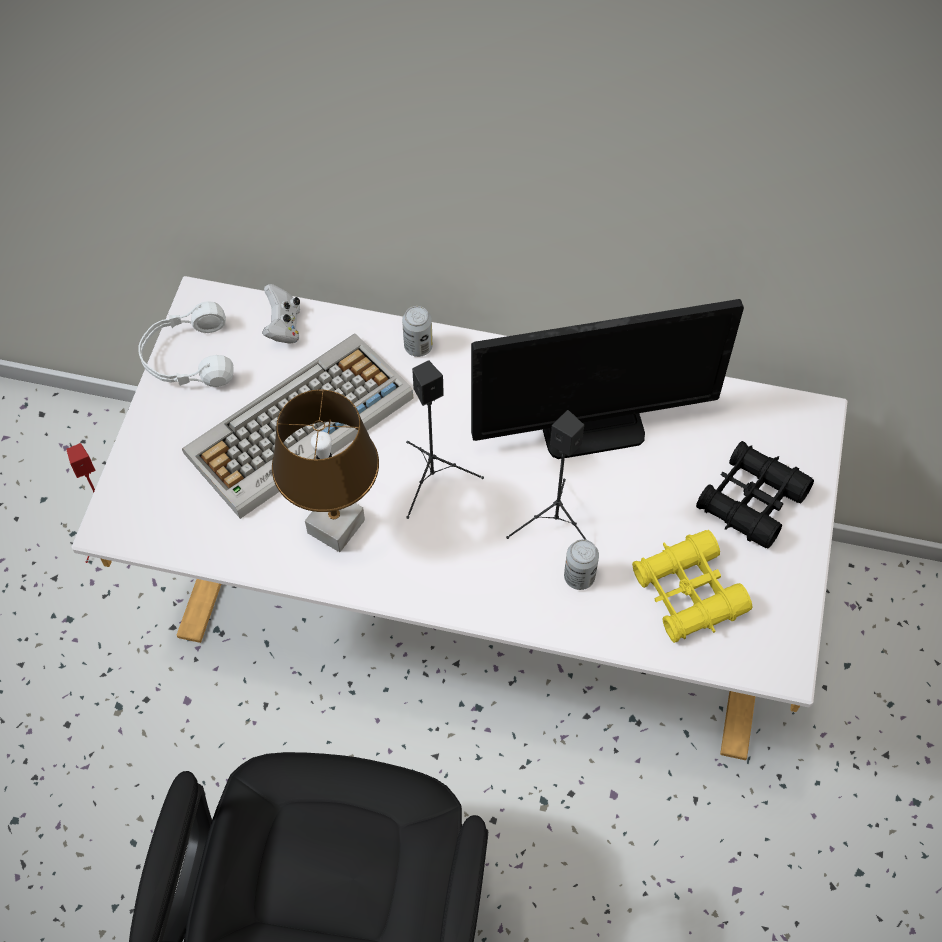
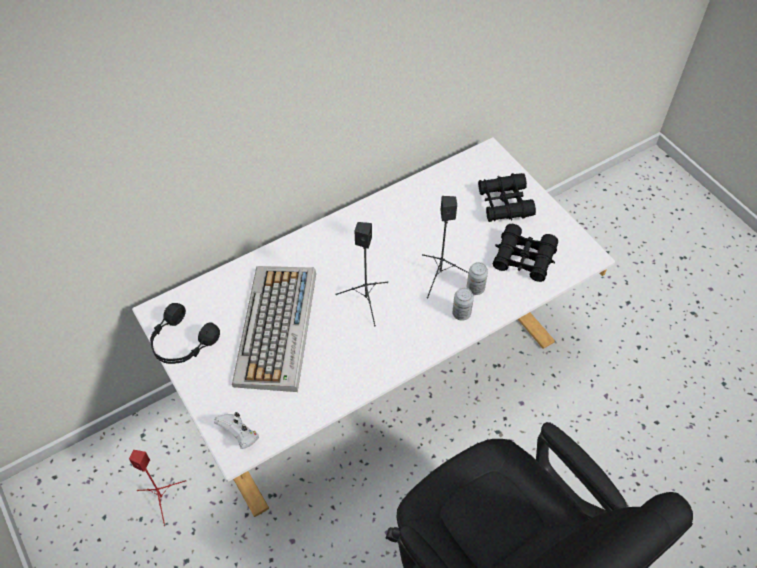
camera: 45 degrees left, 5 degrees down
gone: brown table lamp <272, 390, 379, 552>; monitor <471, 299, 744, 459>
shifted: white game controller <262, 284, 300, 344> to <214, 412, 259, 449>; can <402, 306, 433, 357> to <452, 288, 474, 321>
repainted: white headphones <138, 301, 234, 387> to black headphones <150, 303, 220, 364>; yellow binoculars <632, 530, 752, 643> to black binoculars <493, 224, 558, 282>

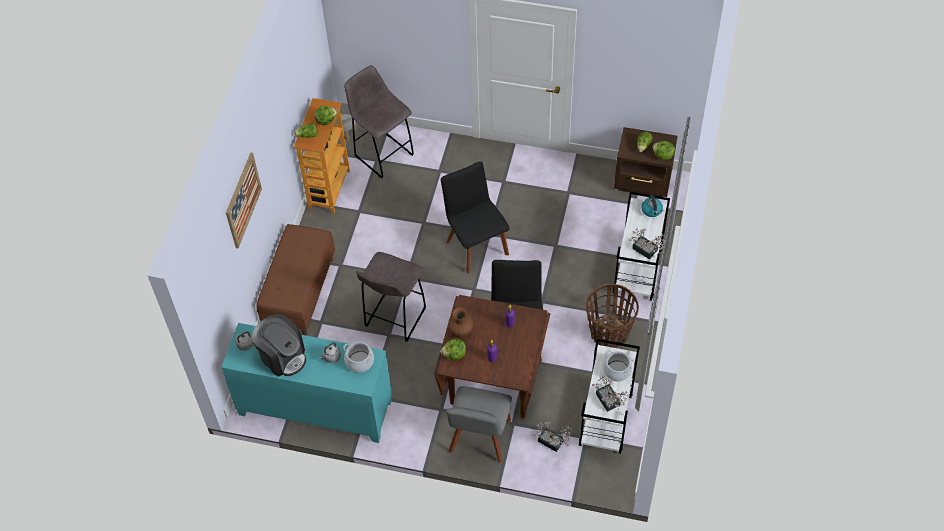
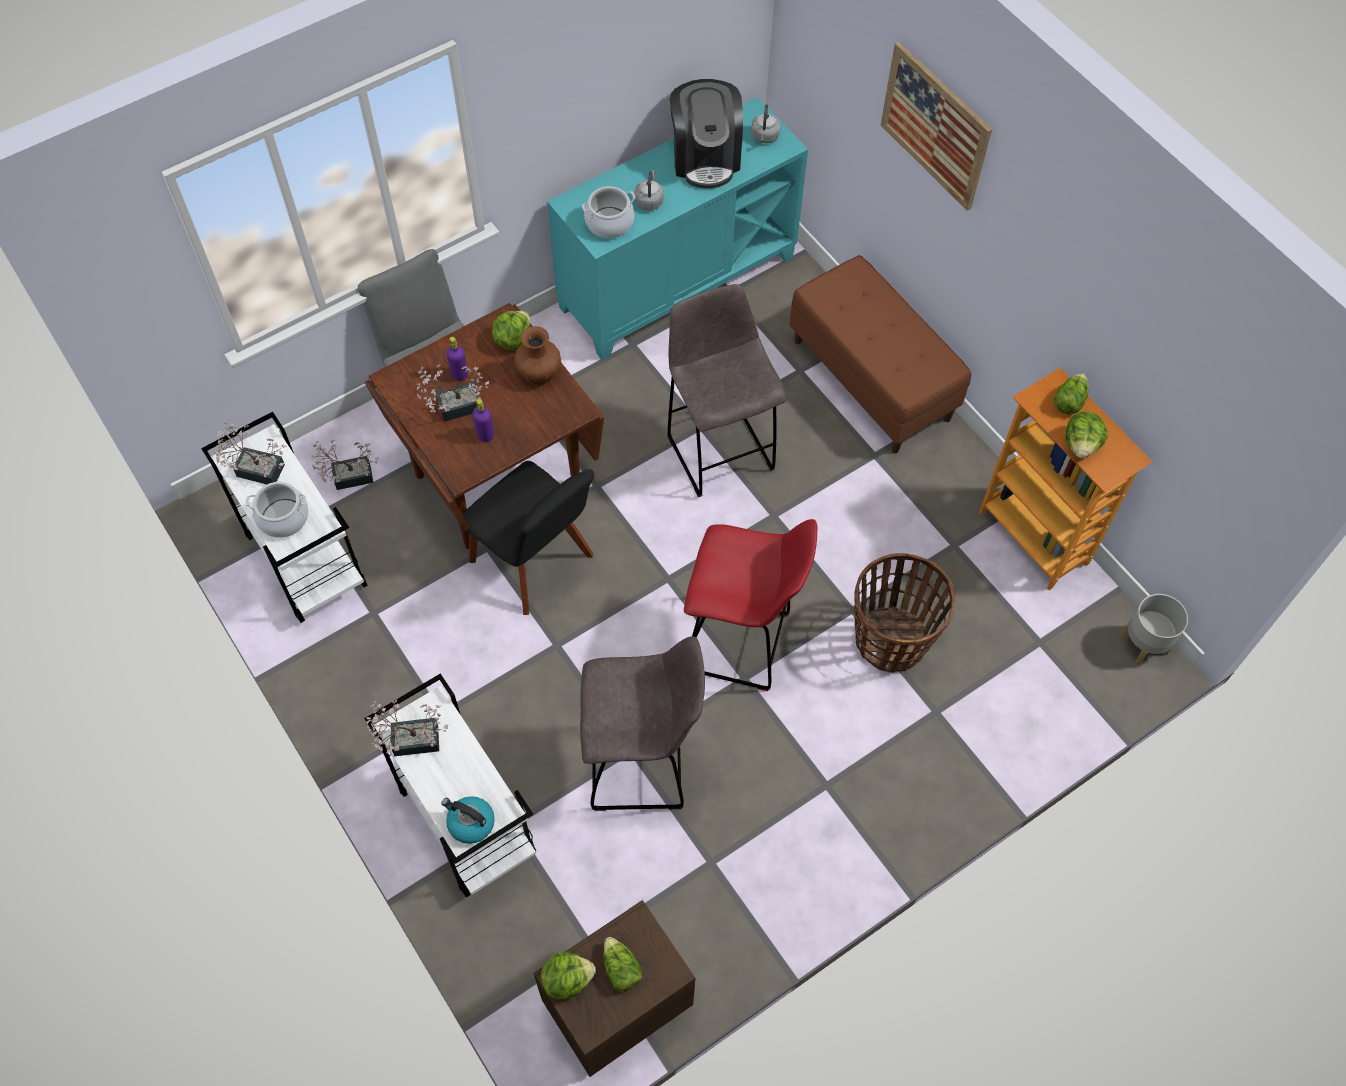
camera: 130 degrees right, 5 degrees up
new: potted plant <416, 364, 489, 422>
shifted: grey stool <344, 65, 414, 179> to <580, 636, 705, 811>; basket <586, 284, 639, 348> to <854, 553, 955, 673>
swapped: black chair <441, 161, 510, 273> to red stool <684, 519, 818, 691>
rotated: coffee machine <252, 314, 306, 377> = <670, 79, 743, 189> 90 degrees counterclockwise

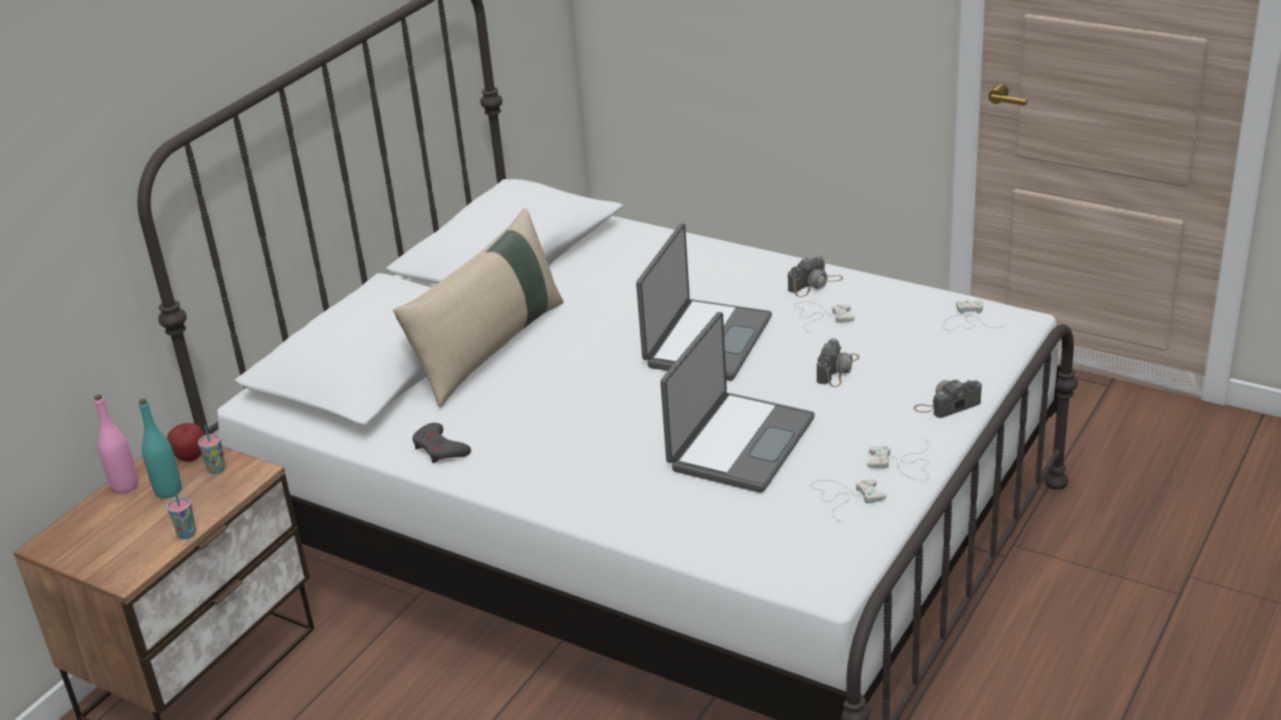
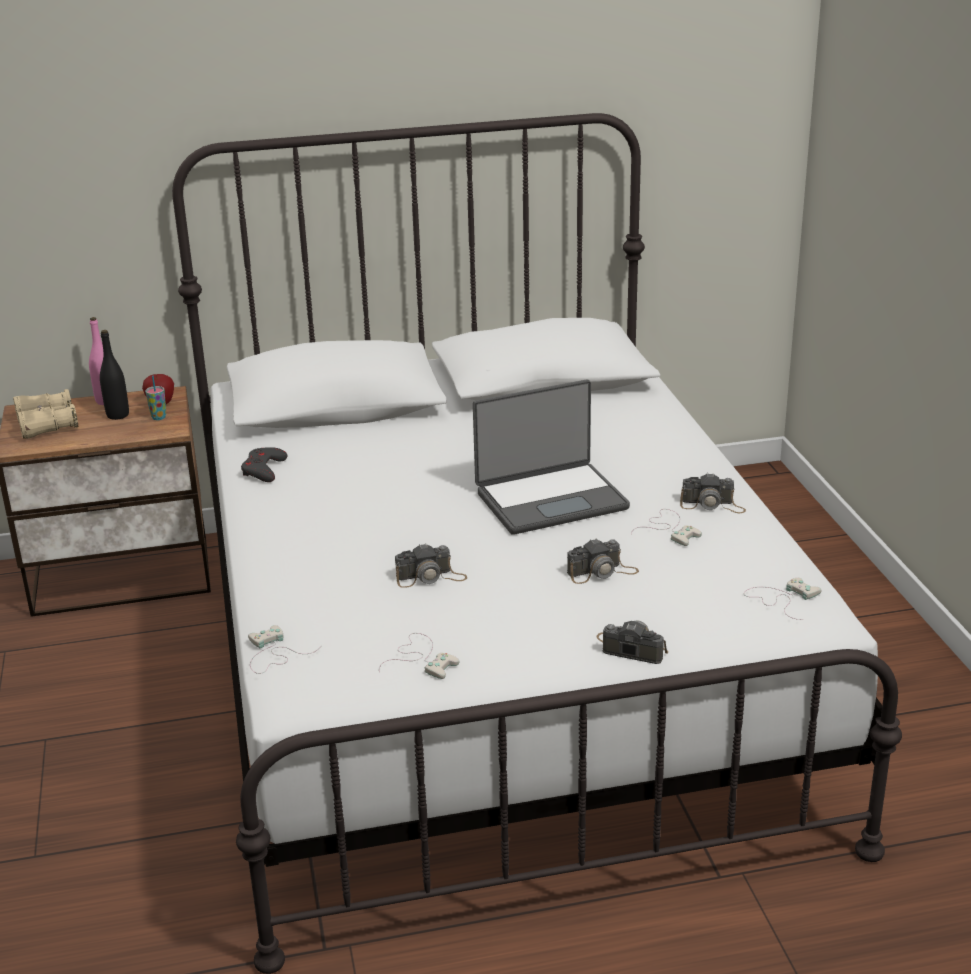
camera: 45 degrees right, 5 degrees down
gone: cup <167, 489, 196, 539>; beige pillow <393, 208, 564, 408>
new: beige binoculars <13, 389, 78, 439>
shifted: white game controller <867, 439, 929, 480> to <248, 625, 322, 674>
swapped: laptop <660, 312, 815, 493> to photo camera <395, 543, 467, 588>
repainted: turquoise bottle <139, 398, 181, 498> to black bottle <100, 330, 129, 420>

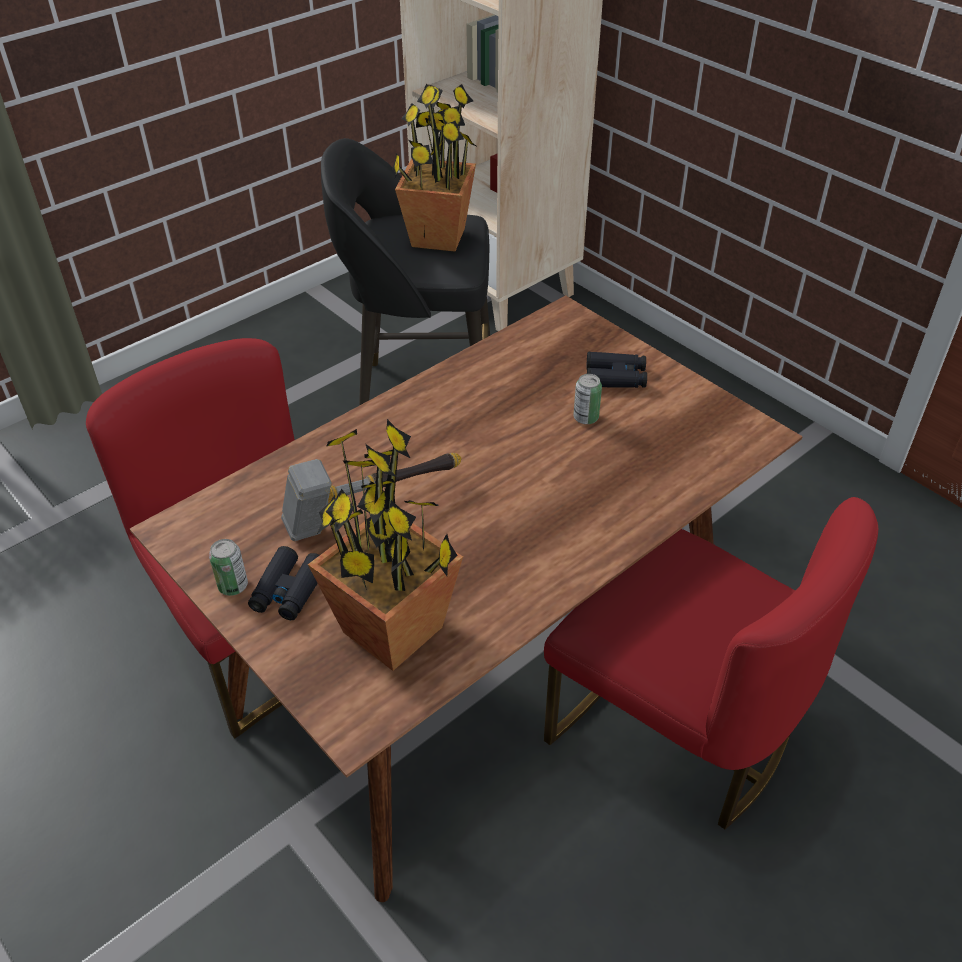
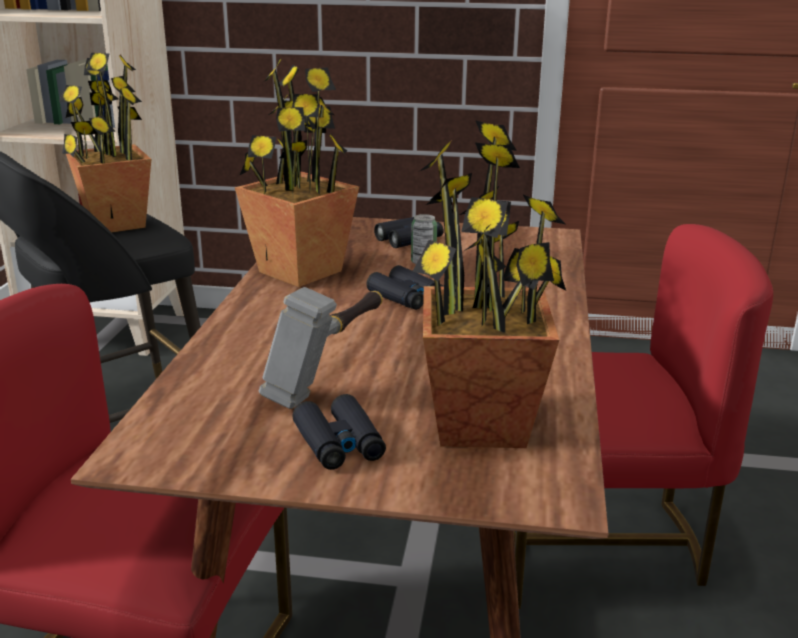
camera: 40 degrees left, 20 degrees down
gone: can <209, 539, 248, 596>
new: potted plant <235, 58, 359, 287>; black binoculars <366, 265, 444, 310>

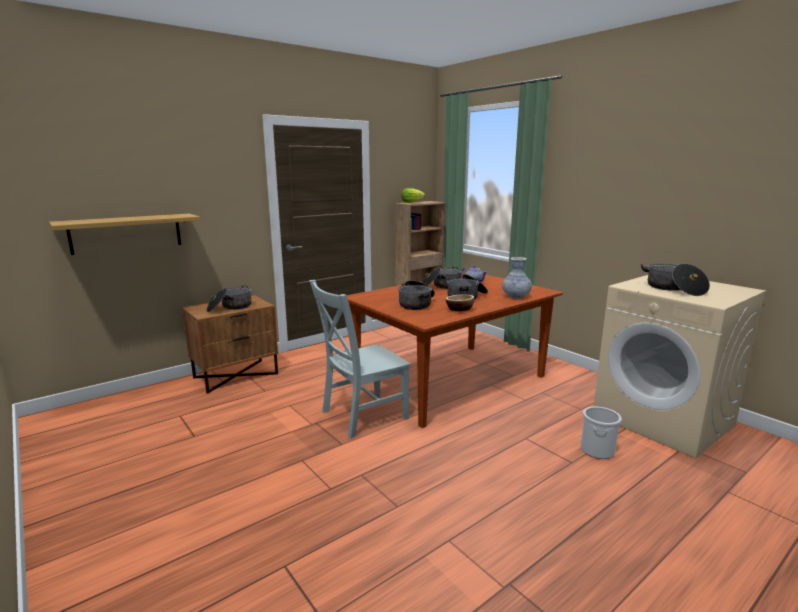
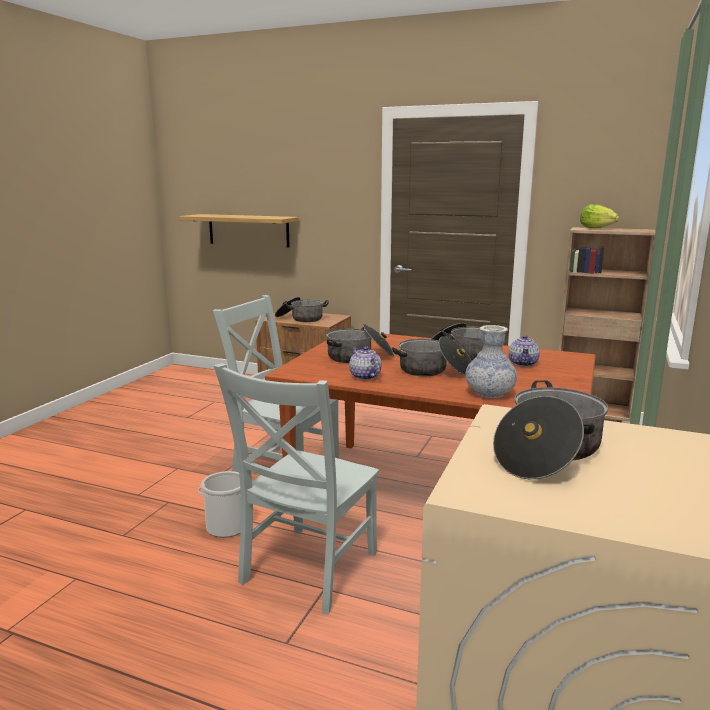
camera: 60 degrees right, 0 degrees up
new: grey chair <214, 363, 379, 614>
shifted: bucket <581, 407, 622, 459> to <198, 471, 241, 538>
swapped: bowl <446, 294, 474, 311> to teapot <349, 346, 382, 380>

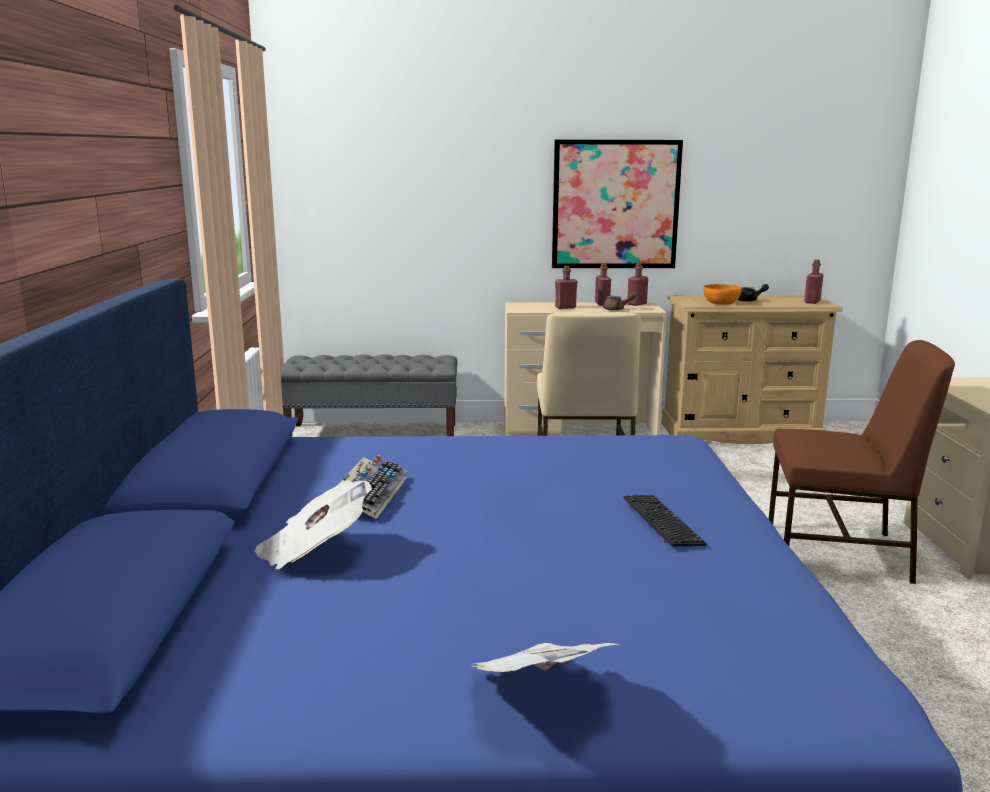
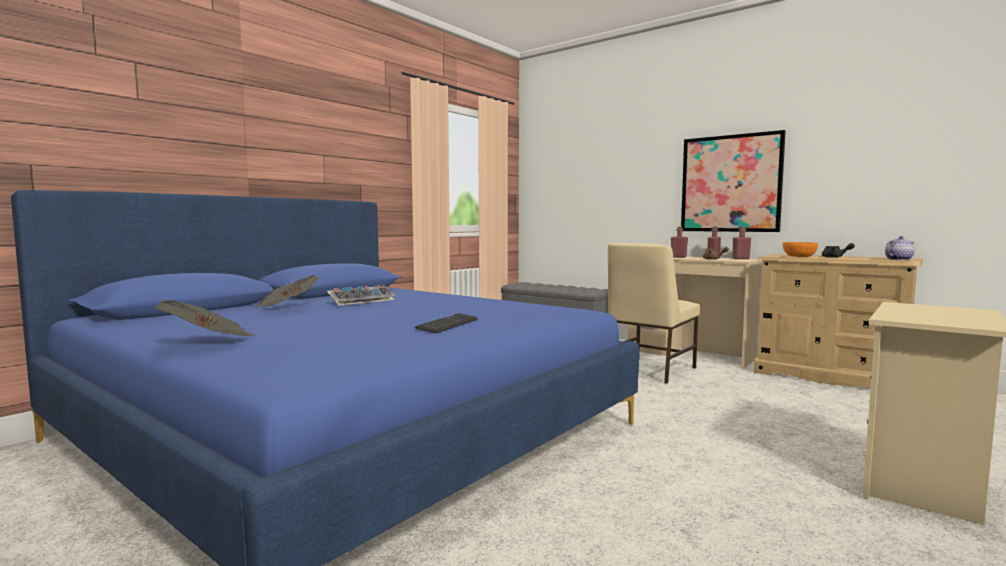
camera: 40 degrees right, 10 degrees down
gone: brown chair <768, 340, 955, 584>
swapped: red bottle <804, 259, 823, 304> to teapot <885, 236, 915, 260>

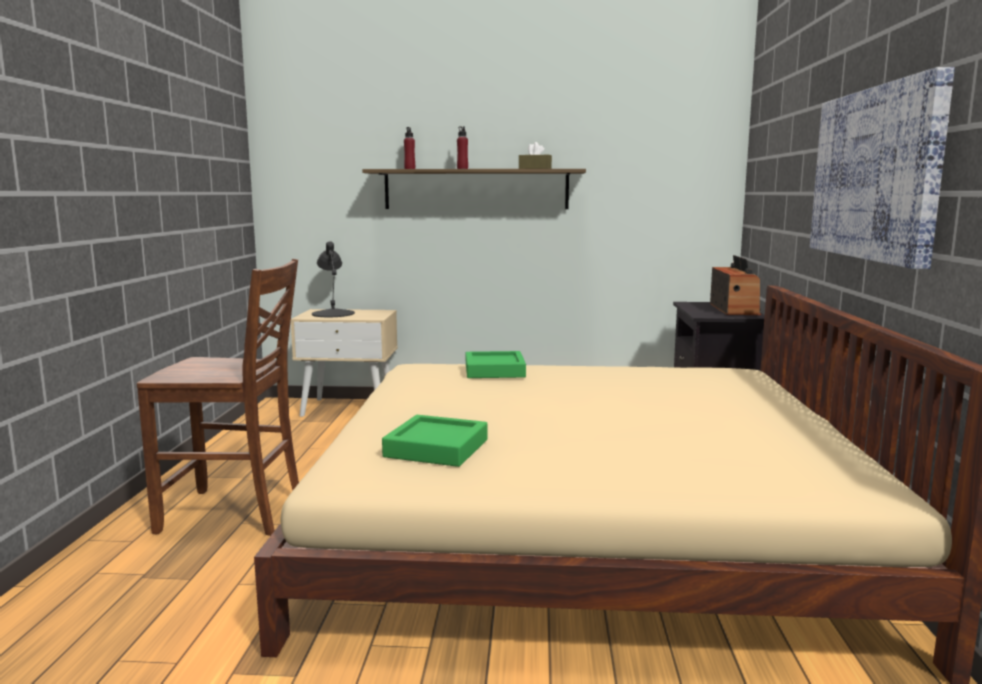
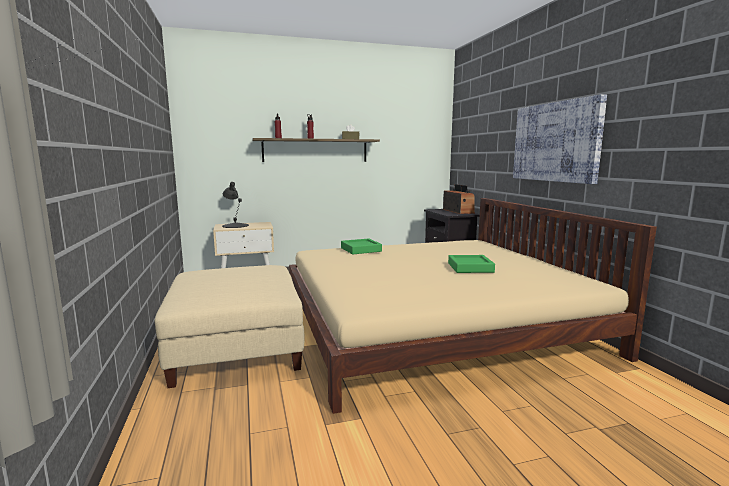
camera: 20 degrees left, 0 degrees up
shifted: green tray <382, 415, 487, 467> to <448, 255, 495, 273>
swapped: brown chair <137, 259, 299, 536> to beige ottoman <155, 265, 305, 388>

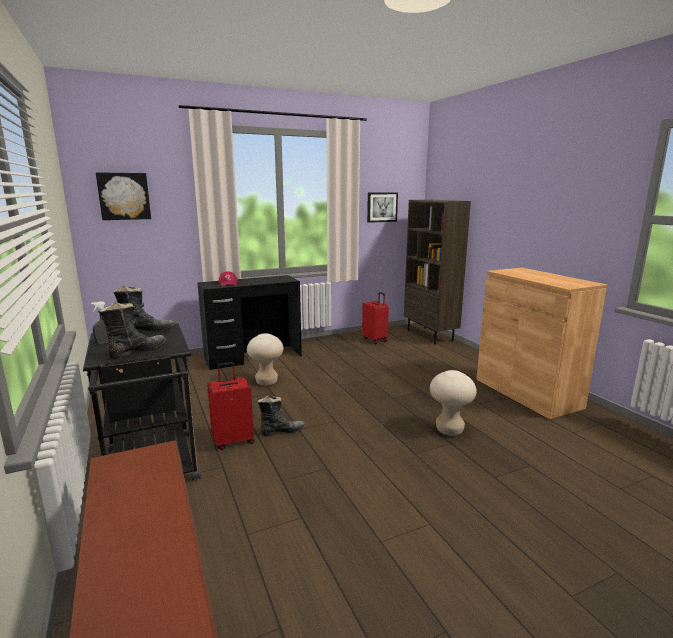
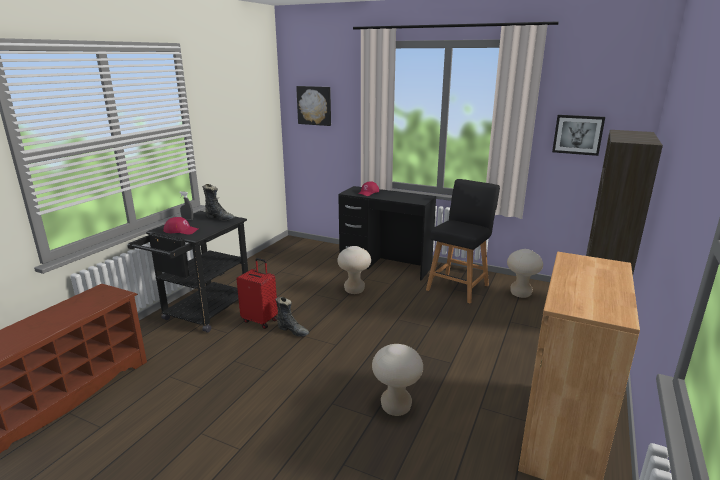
camera: 50 degrees right, 5 degrees up
new: black stool <426, 179, 500, 303>
swapped: black boot <100, 303, 166, 359> to red cap <163, 217, 198, 235>; red suitcase <362, 292, 389, 344> to beige stool <507, 249, 543, 298>

